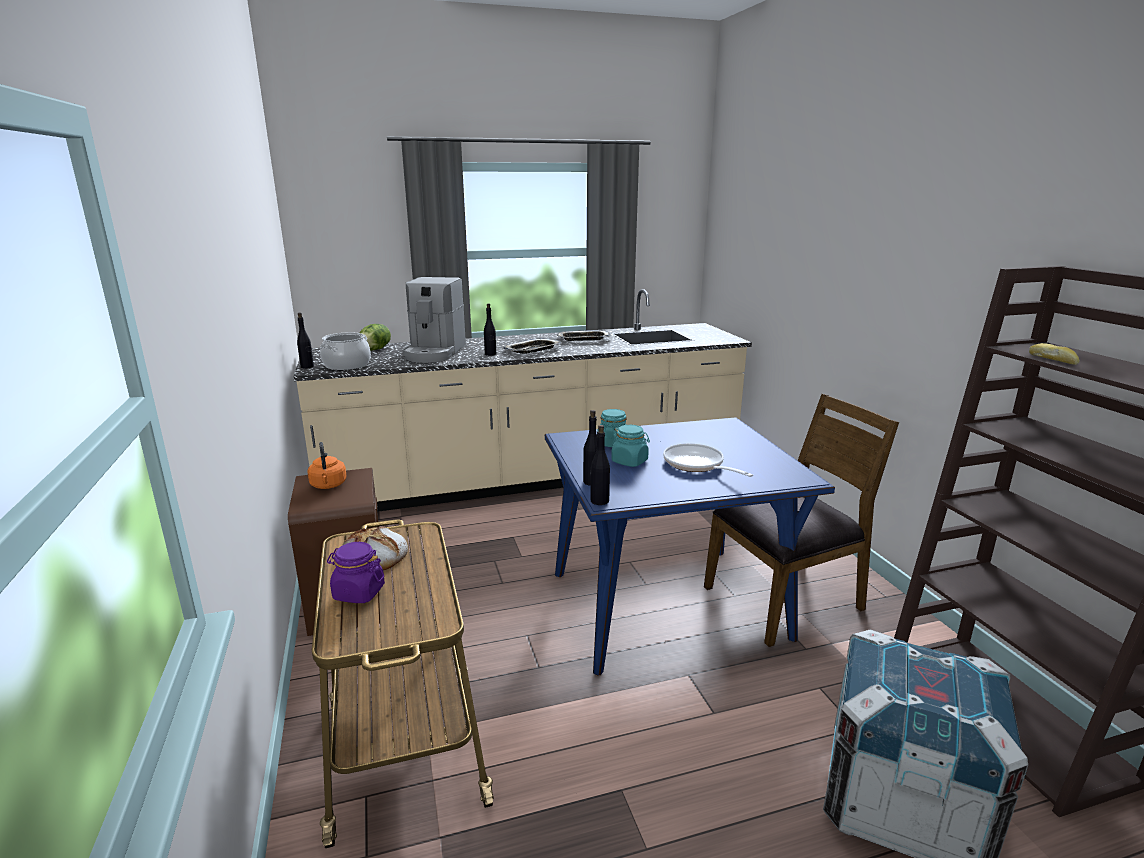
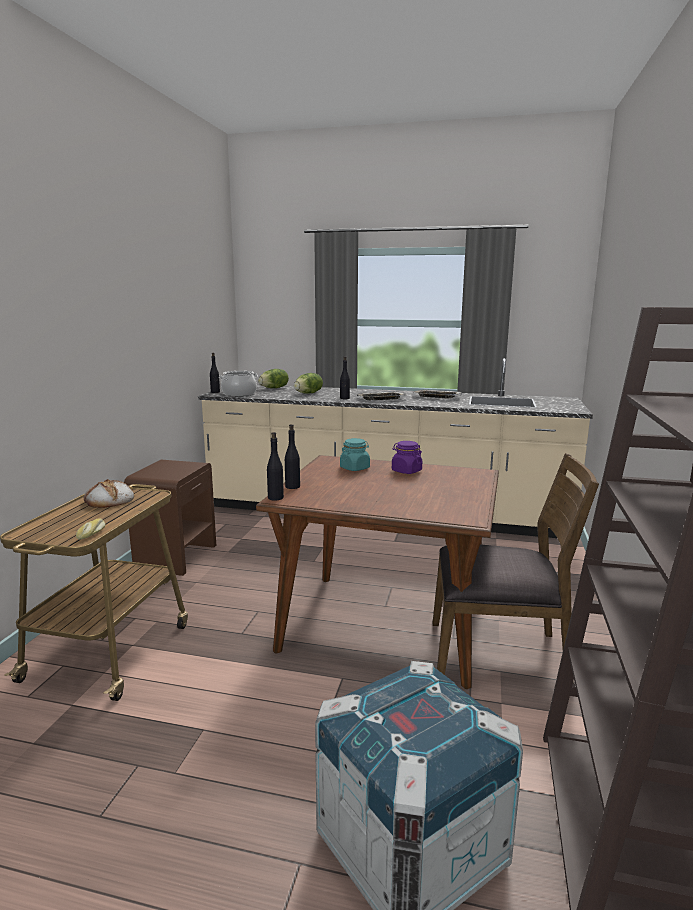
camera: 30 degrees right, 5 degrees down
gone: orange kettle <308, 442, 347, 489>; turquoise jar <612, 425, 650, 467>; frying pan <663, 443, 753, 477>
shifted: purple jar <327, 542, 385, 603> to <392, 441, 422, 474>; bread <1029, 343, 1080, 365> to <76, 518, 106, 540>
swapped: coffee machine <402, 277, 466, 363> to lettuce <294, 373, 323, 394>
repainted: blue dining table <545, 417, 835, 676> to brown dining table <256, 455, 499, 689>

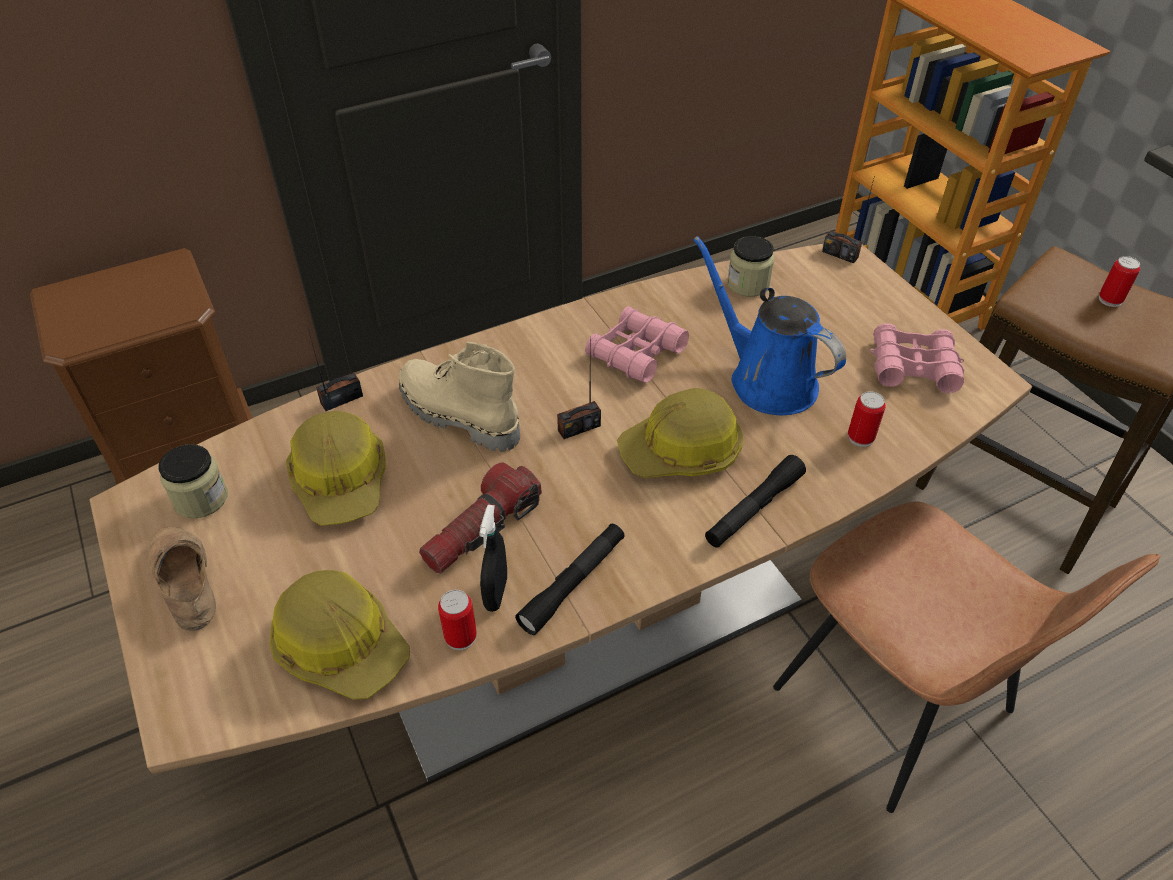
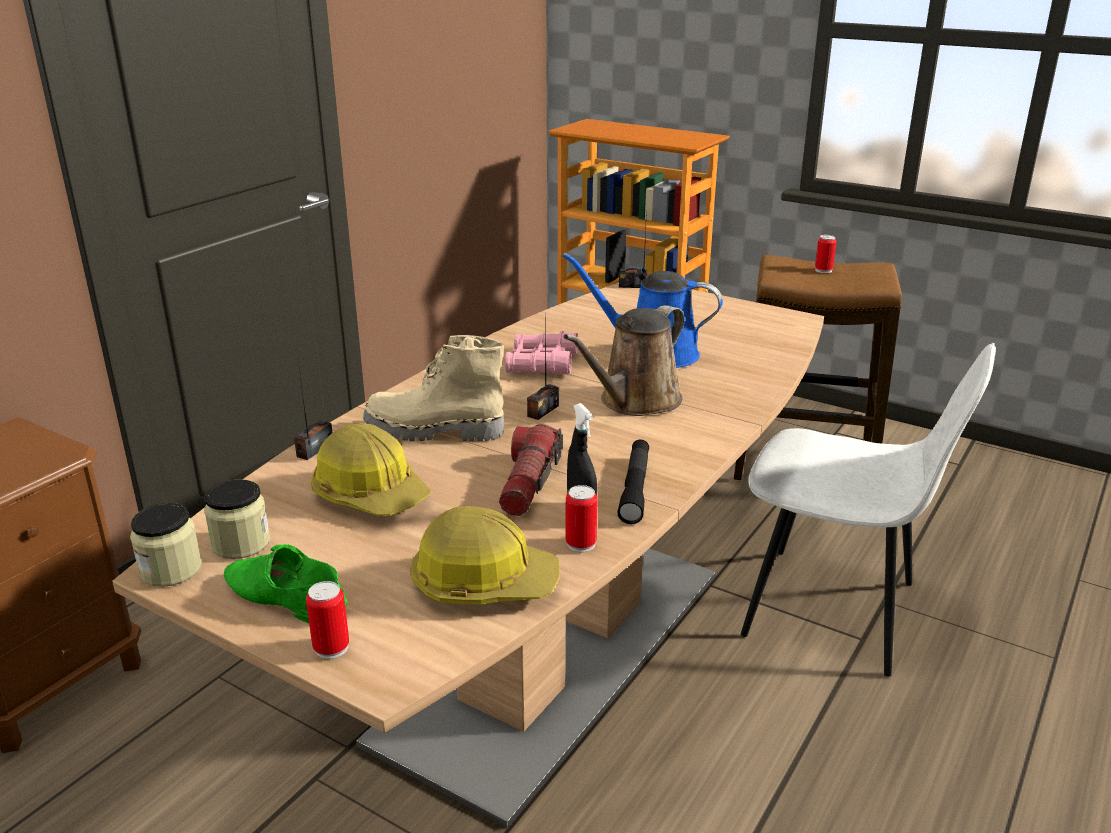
camera: 30 degrees left, 20 degrees down
gone: black flashlight <705, 455, 806, 548>; pink binoculars <870, 323, 964, 393>
shifted: jar <727, 236, 775, 297> to <130, 503, 202, 587>; can <848, 391, 886, 447> to <306, 581, 349, 659>
swapped: hard hat <617, 388, 743, 478> to brown watering can <563, 305, 685, 416>
repainted: beige shoe <148, 527, 216, 630> to green shoe <224, 544, 348, 623>; brown chair <773, 501, 1161, 813> to white chair <741, 343, 996, 677>

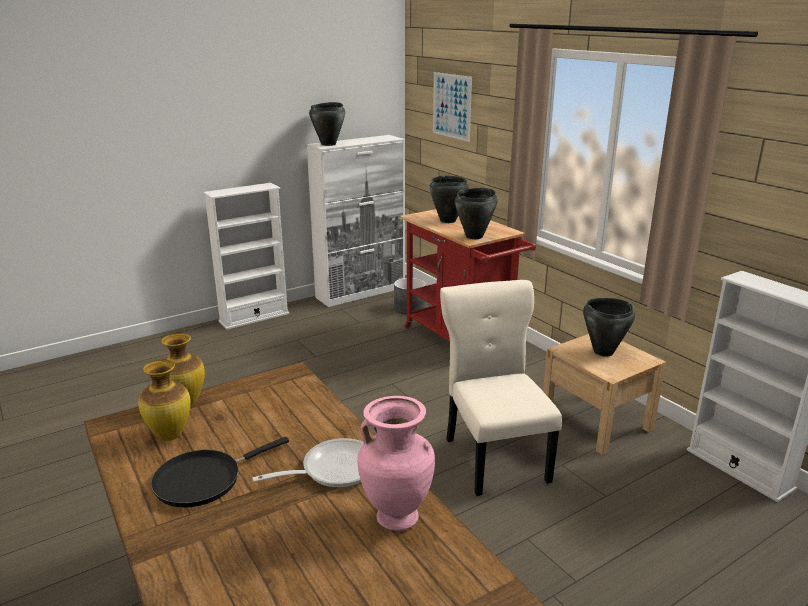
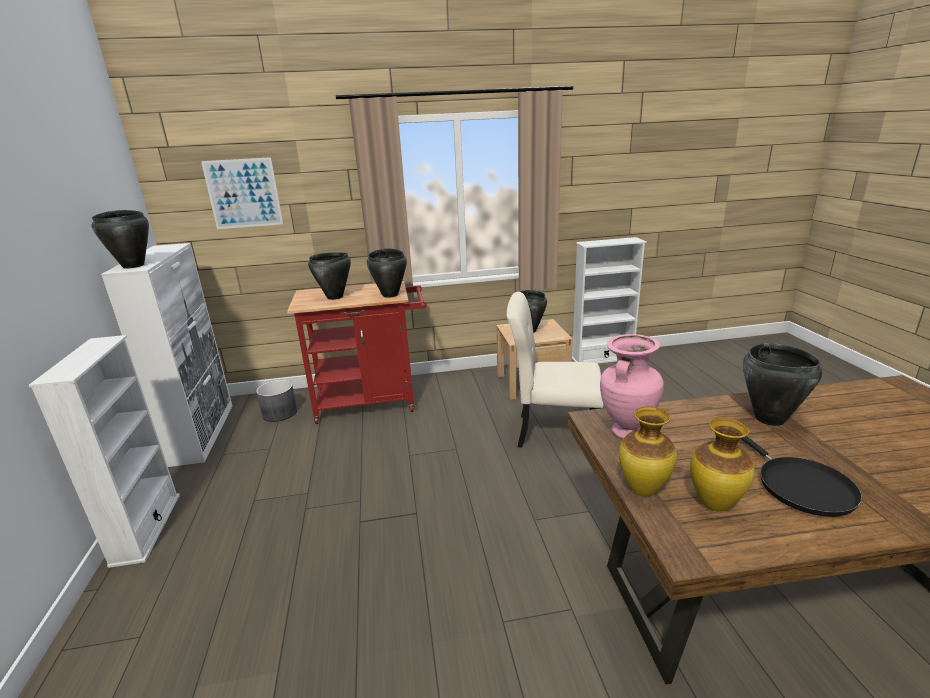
camera: 65 degrees left, 0 degrees up
shifted: pink vase <357, 396, 435, 531> to <600, 334, 664, 439>
swapped: frying pan <252, 438, 364, 488> to black cooking pot <743, 343, 822, 426>

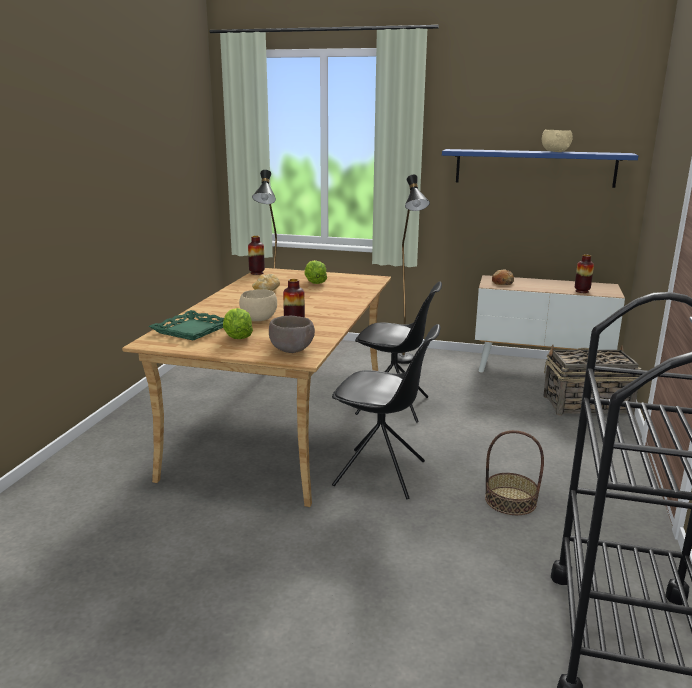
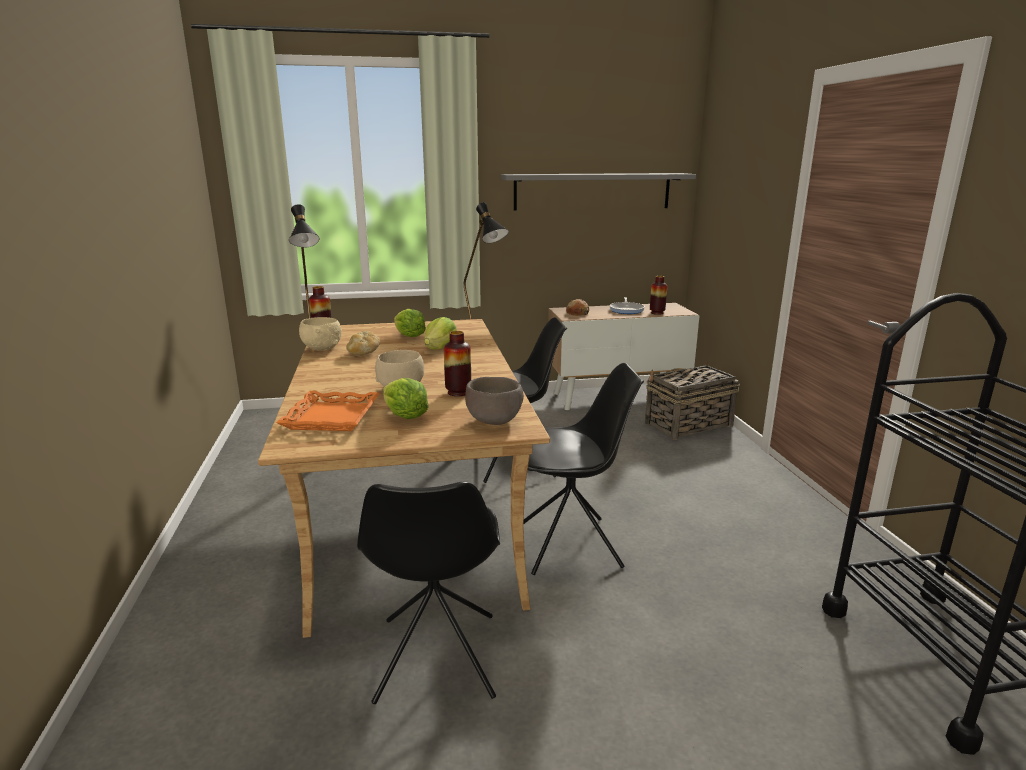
camera: 25 degrees left, 0 degrees up
gone: basket <485, 430, 544, 515>
new: black chair <357, 482, 500, 704>; lettuce <424, 317, 457, 350>; frying pan <609, 297, 645, 314>
shifted: beige bowl <542, 130, 573, 152> to <299, 317, 342, 351>
repainted: green tray <149, 310, 224, 341> to orange tray <276, 391, 380, 431>; blue shelf <442, 149, 638, 188> to grey shelf <501, 173, 696, 210>

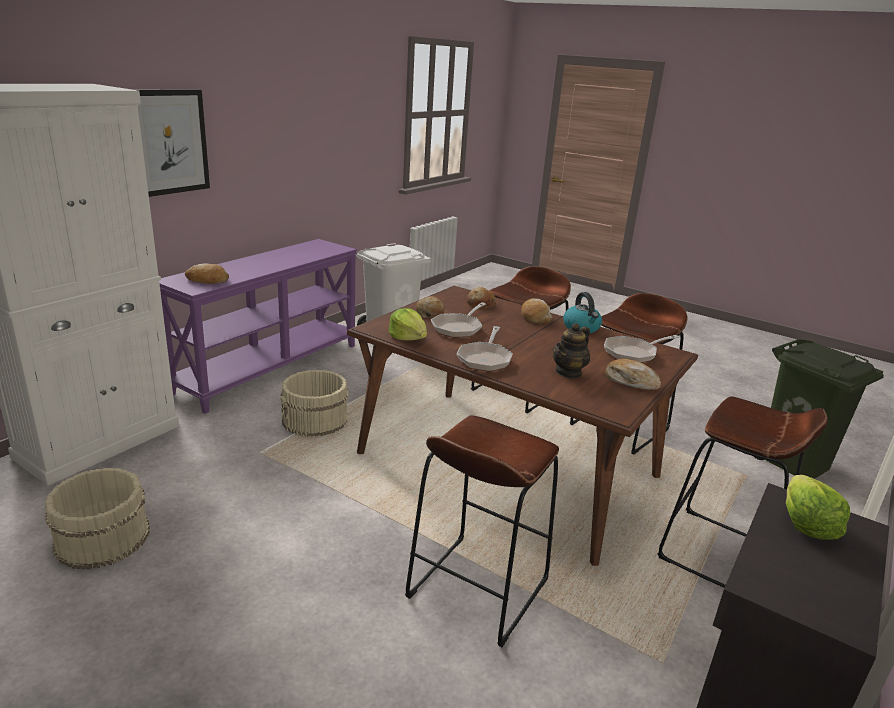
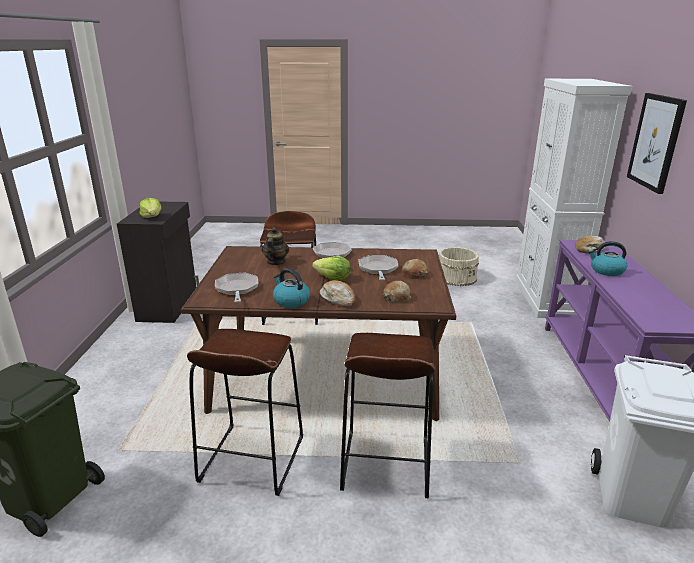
camera: 150 degrees right, 0 degrees up
gone: beige bucket <280, 370, 348, 437>; bread <605, 359, 661, 390>; brown stool <657, 396, 828, 588>
new: kettle <588, 241, 627, 276>
shifted: lettuce <389, 308, 427, 341> to <312, 256, 351, 281>
rotated: frying pan <604, 335, 680, 363> = <215, 272, 258, 303> 45 degrees counterclockwise

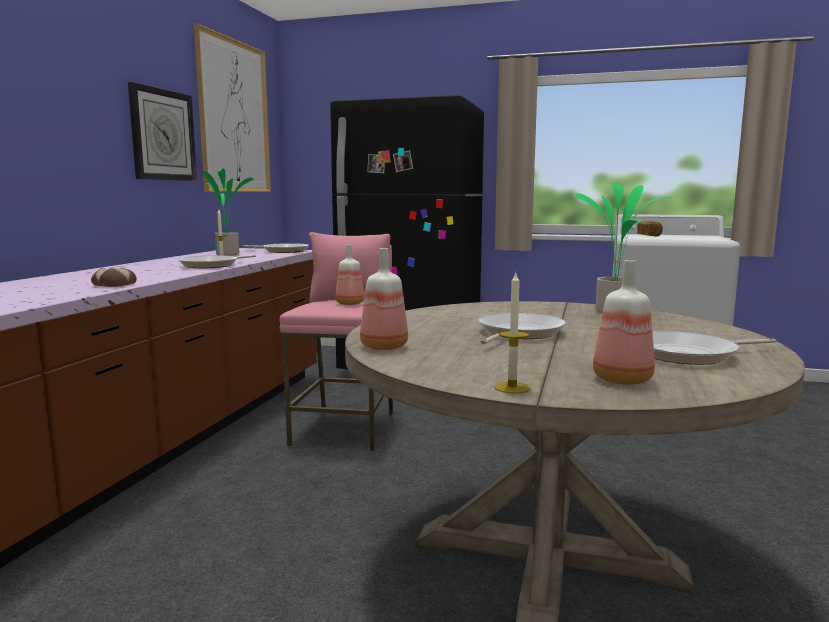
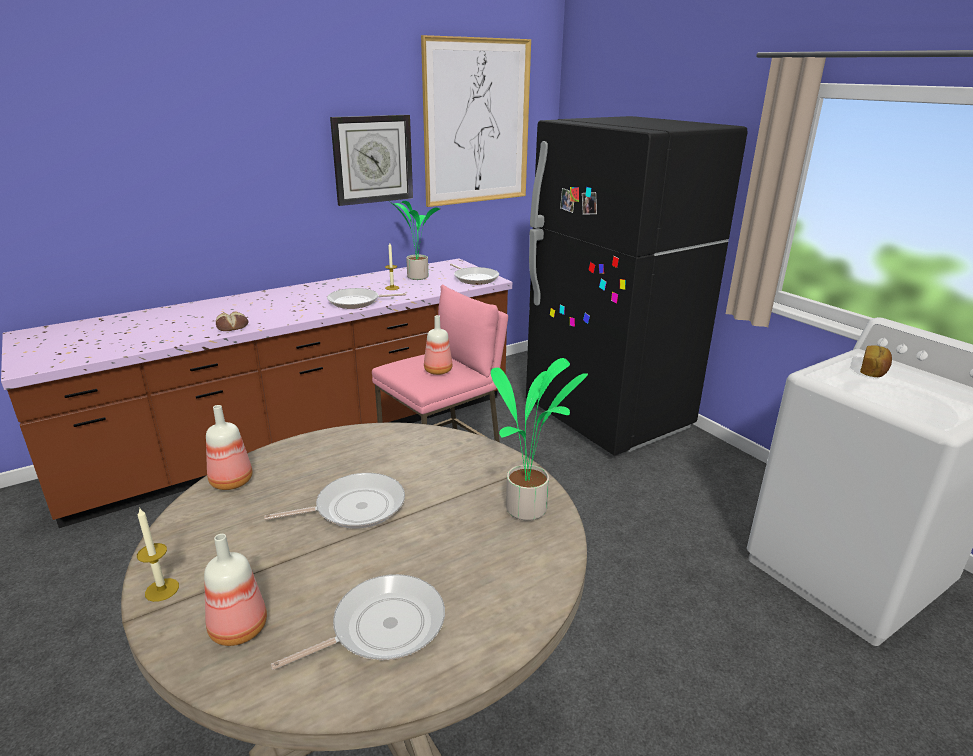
camera: 40 degrees right, 15 degrees up
rotated: frying pan <652, 331, 776, 365> = <271, 574, 445, 670> 120 degrees clockwise

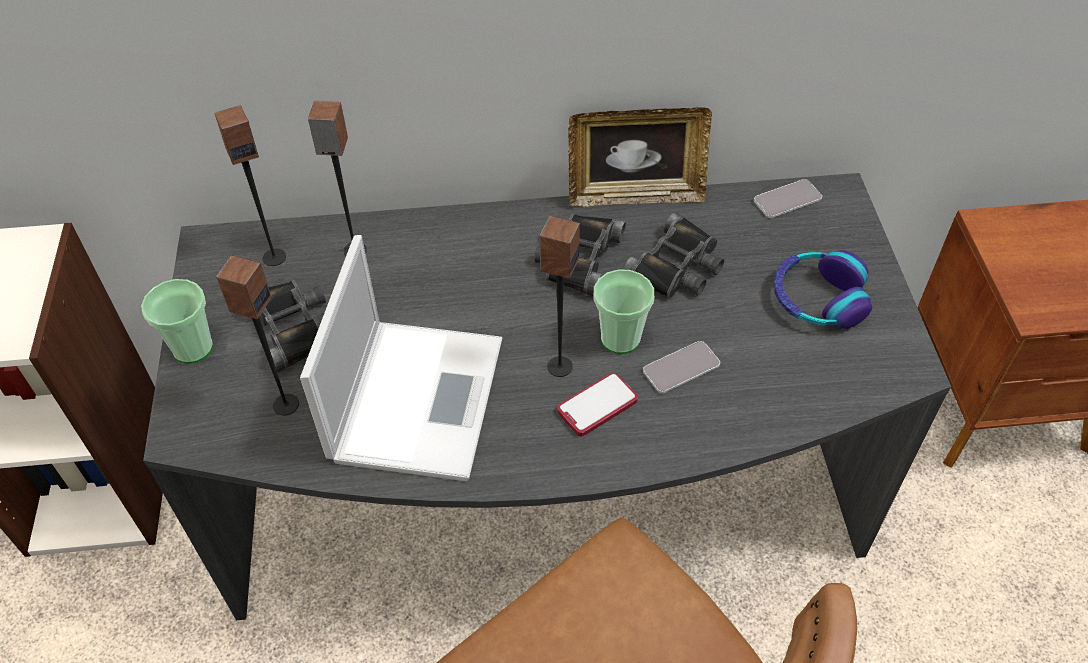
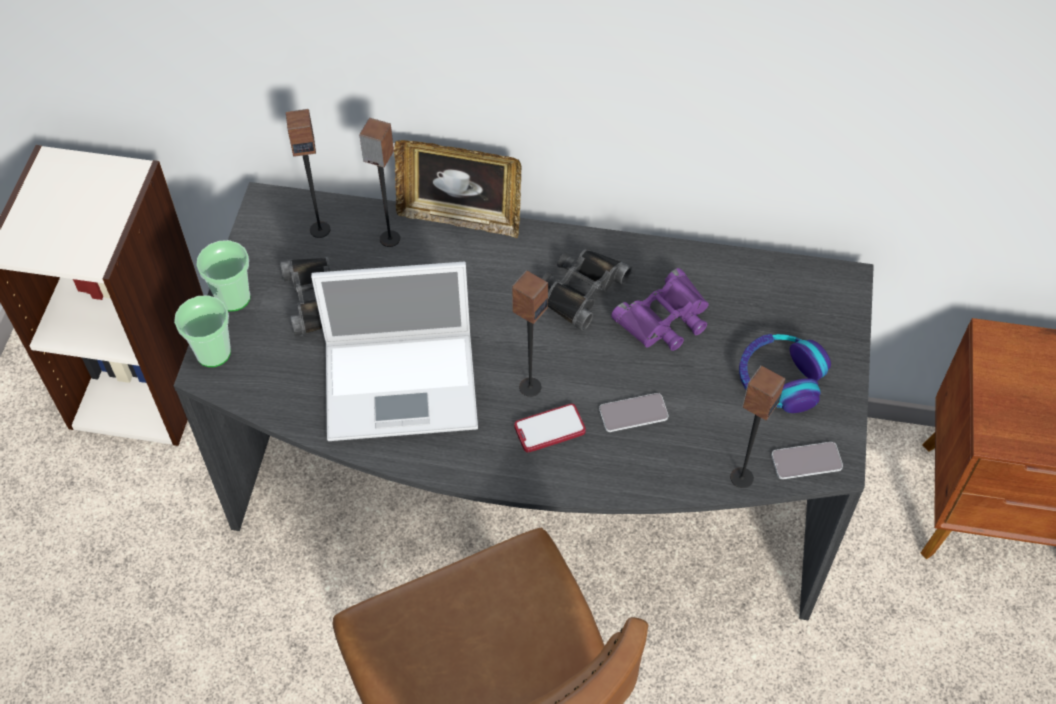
camera: 15 degrees right, 5 degrees up
shifted: speaker <216, 256, 299, 416> to <730, 366, 786, 488>; picture frame <568, 107, 712, 207> to <394, 140, 522, 238>; cup <594, 269, 654, 354> to <174, 295, 231, 367>; phone <754, 179, 822, 218> to <772, 442, 843, 479>
repainted: black binoculars <622, 212, 724, 298> to purple binoculars <611, 268, 709, 351>
rotated: laptop <300, 235, 502, 481> = <311, 262, 478, 441> 60 degrees clockwise

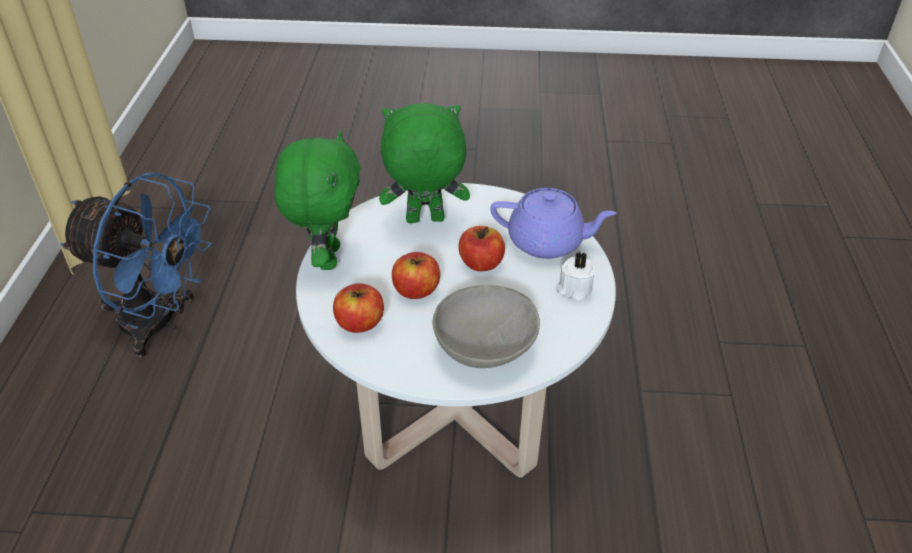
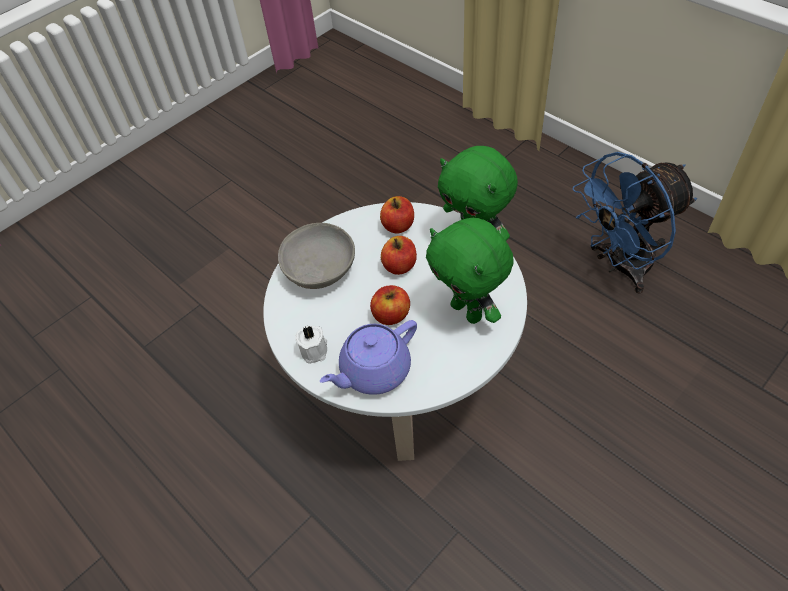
camera: 135 degrees right, 10 degrees up
rotated: green plush toy <379, 103, 470, 223> = <426, 218, 513, 324> 105 degrees clockwise

